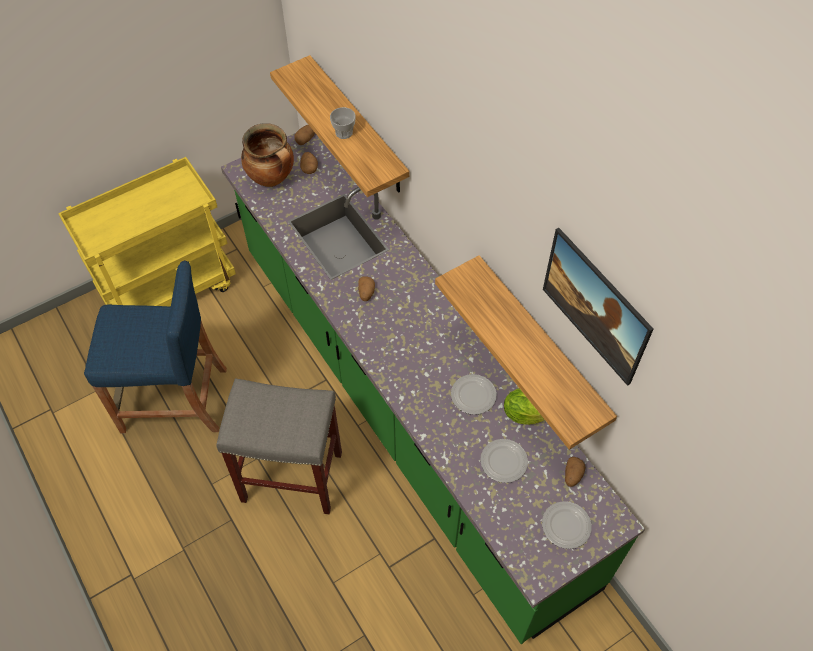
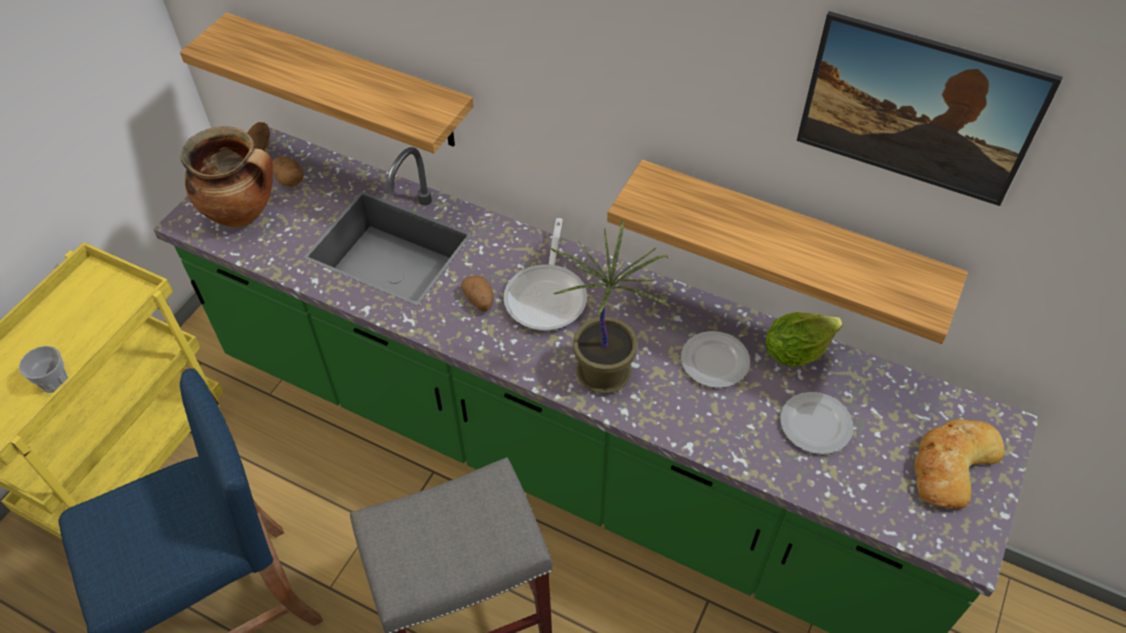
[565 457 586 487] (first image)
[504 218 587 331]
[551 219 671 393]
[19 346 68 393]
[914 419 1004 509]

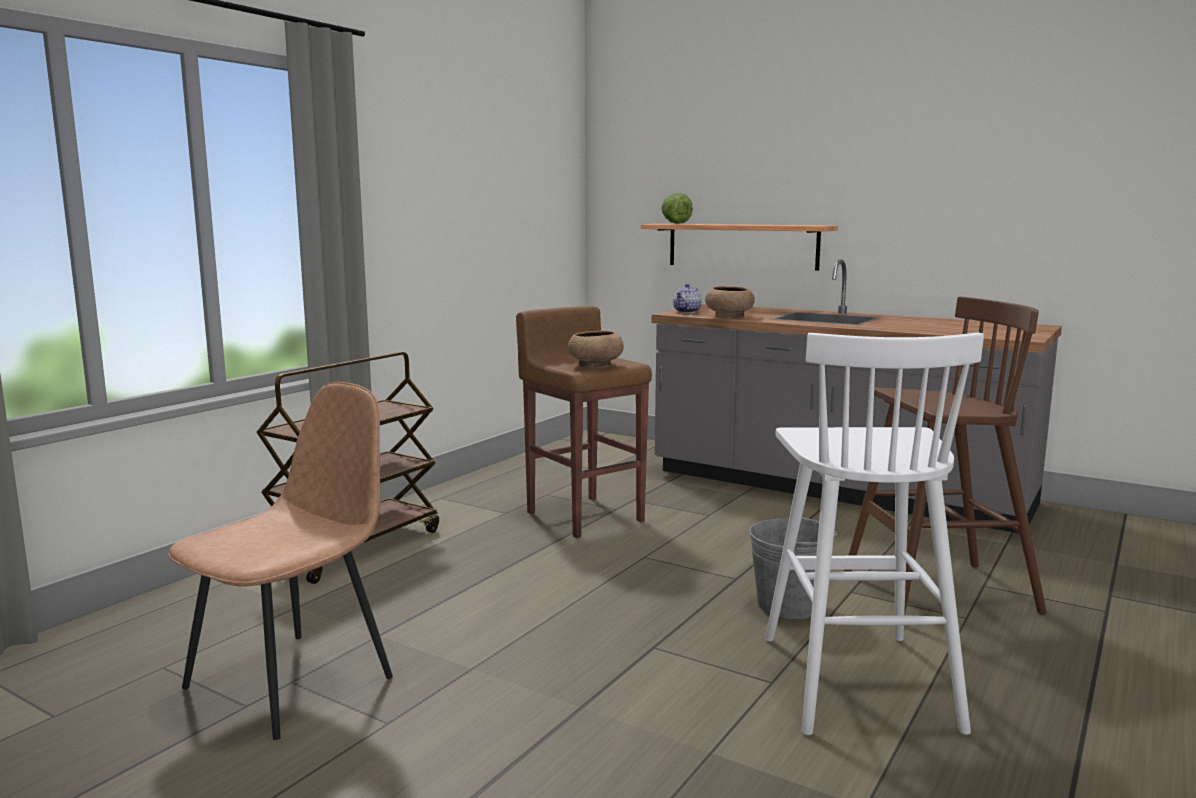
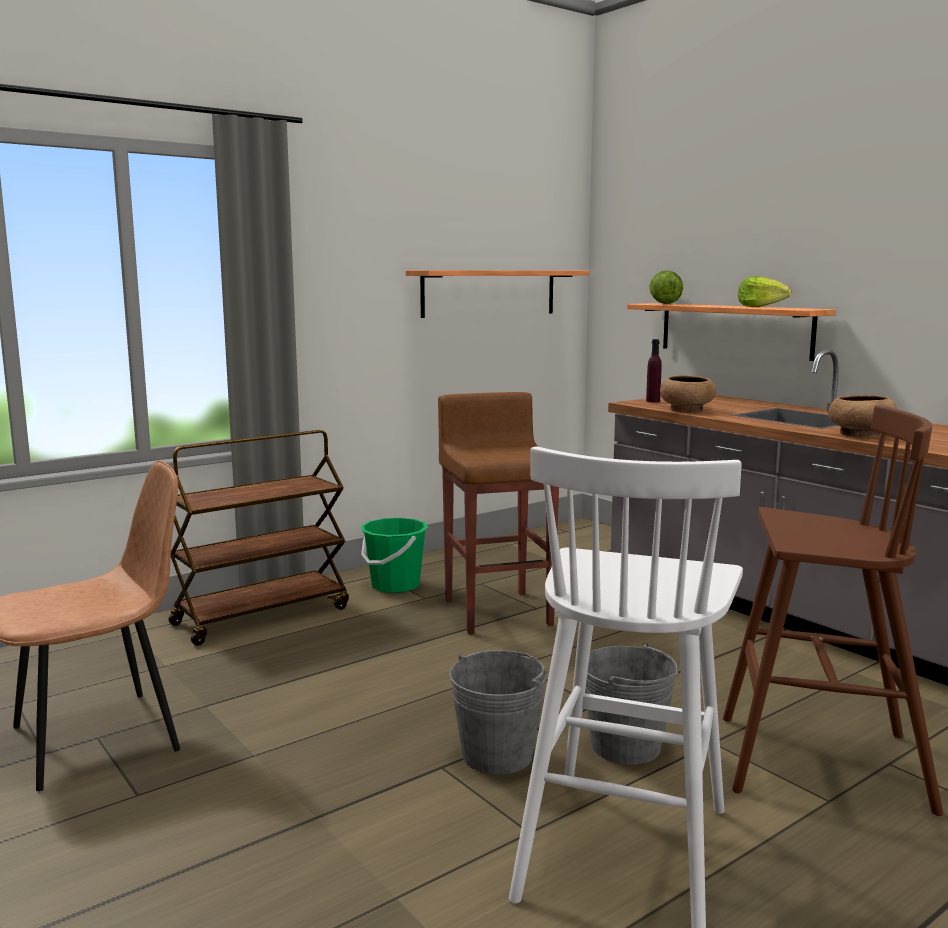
[361 518 428 593]
[406 270 589 318]
[449 650 547 775]
[738 276 791 307]
[828 395 897 438]
[646 339 662 403]

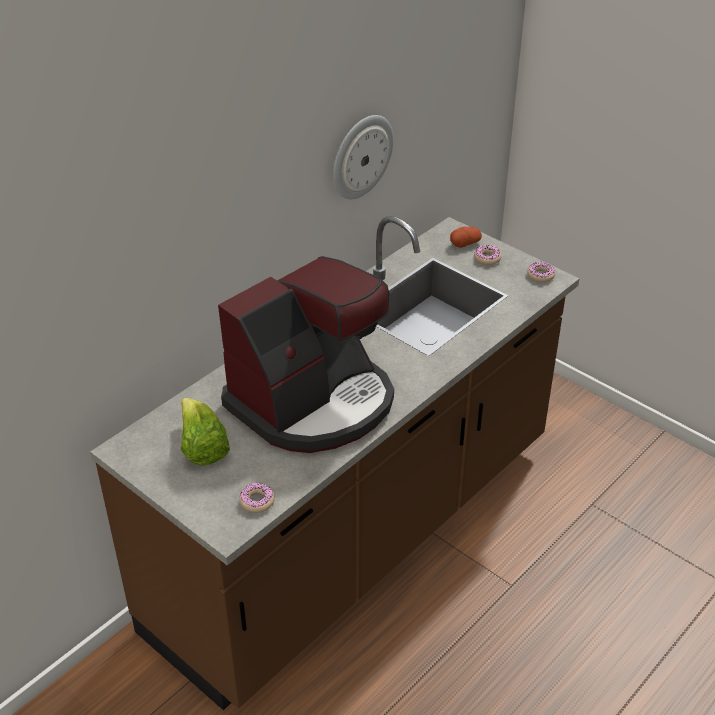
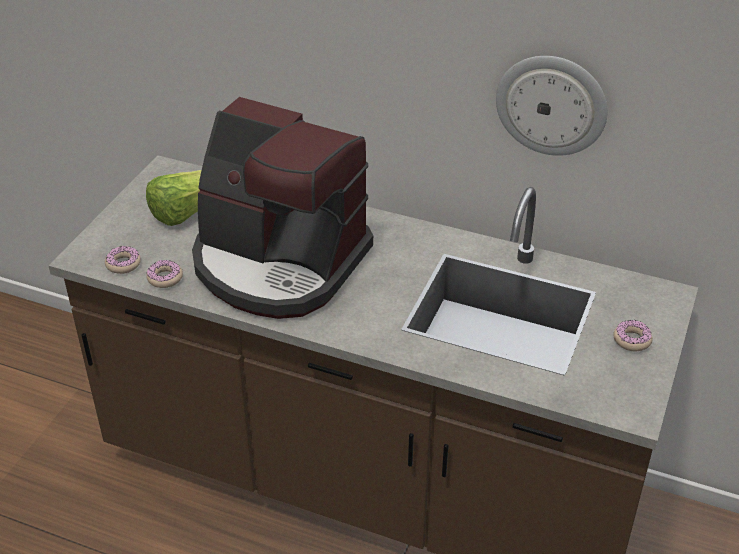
[450 227 482 248] (first image)
[146 260 183 288]

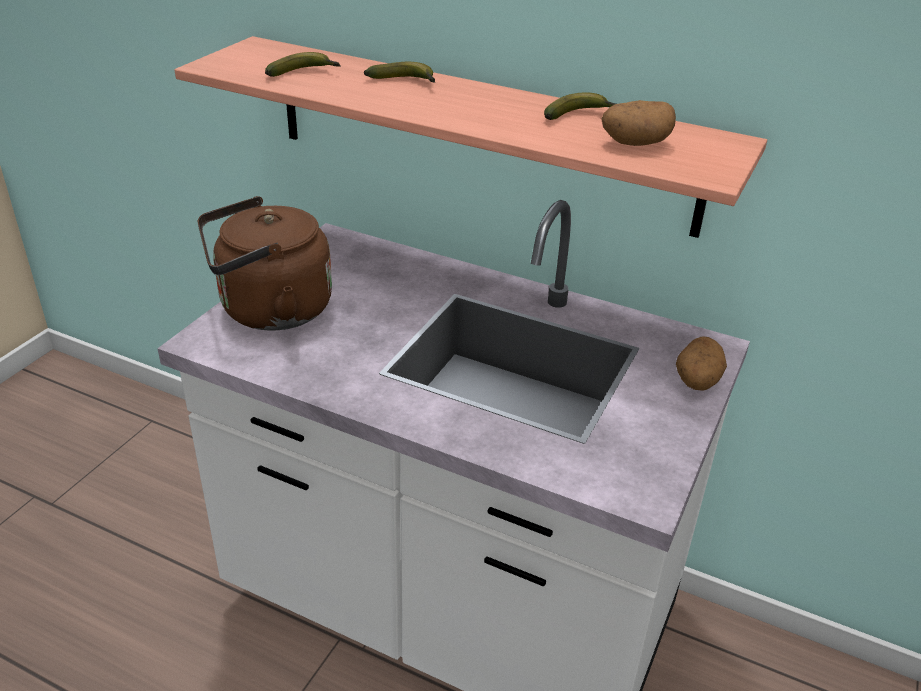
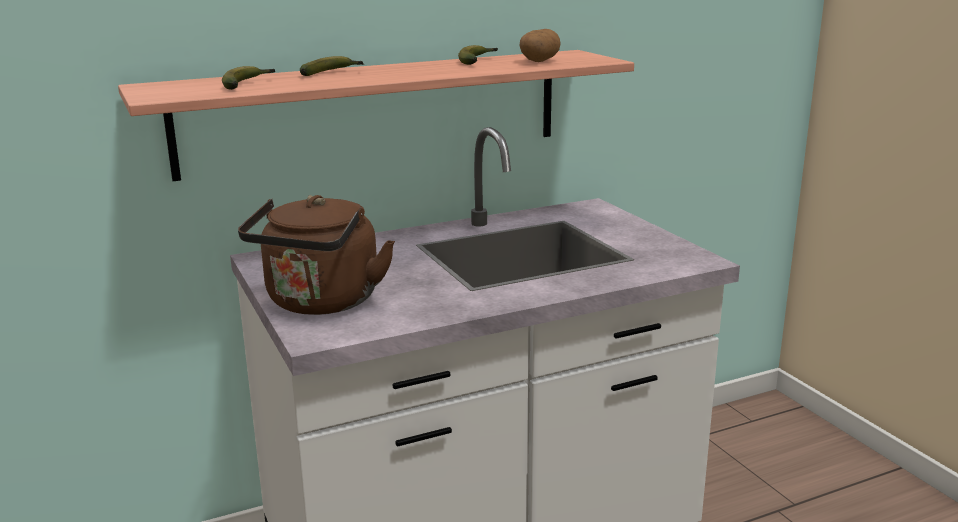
[676 336 727 391] (first image)

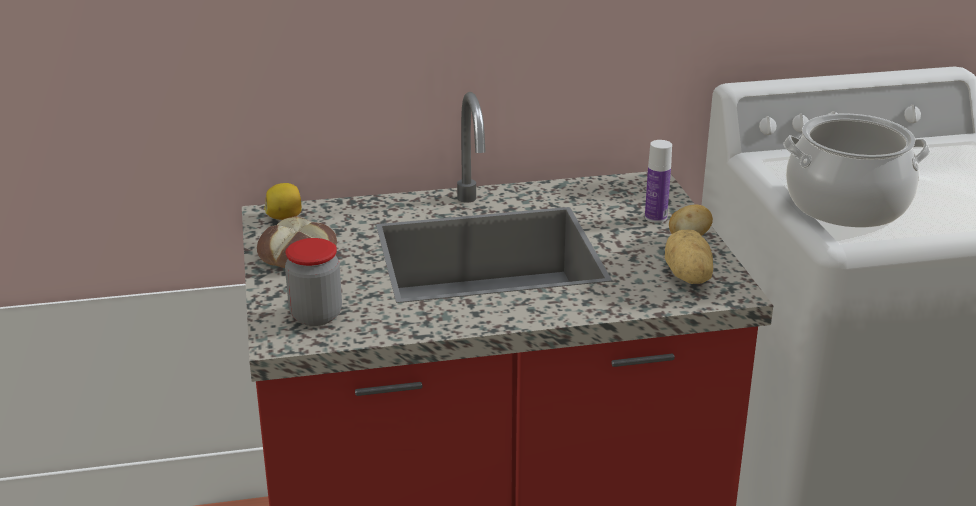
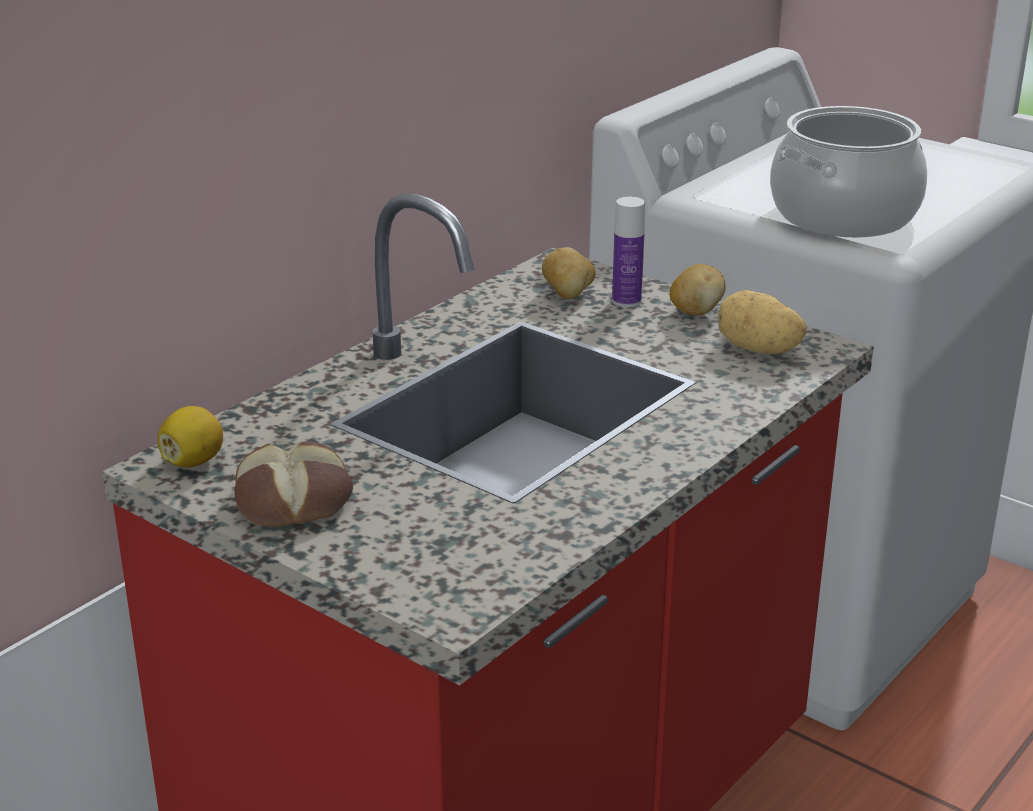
[285 238 342 326] (first image)
[542 247 595 299]

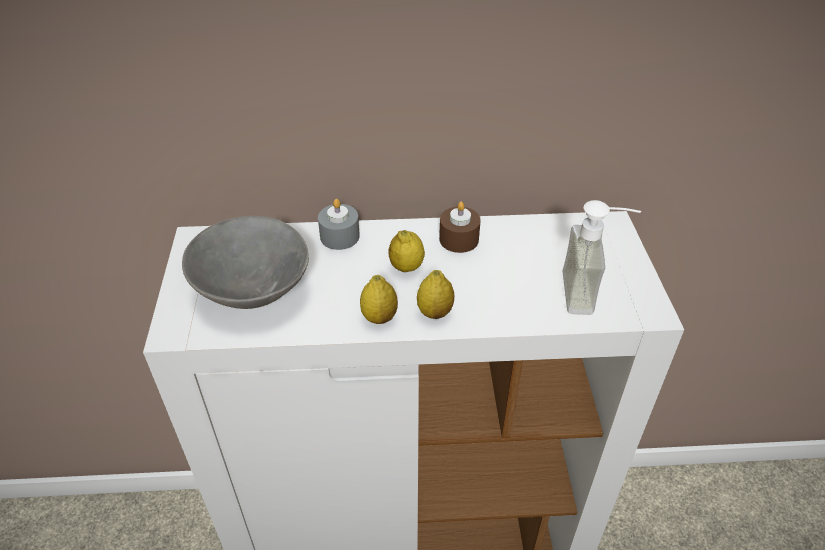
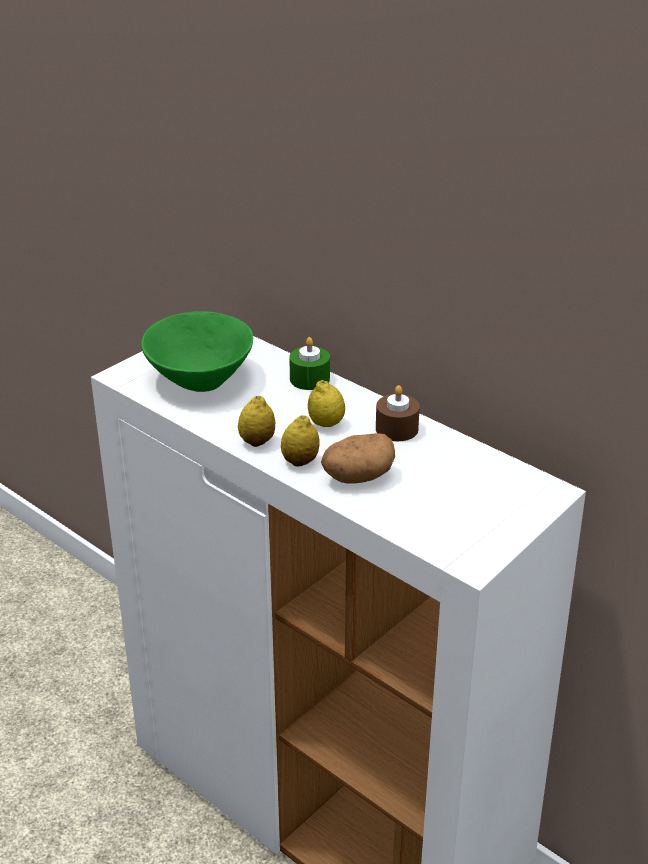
[563 200 641 315] (first image)
[321 433 395 484]
[141 311 253 392]
[289 337 330 390]

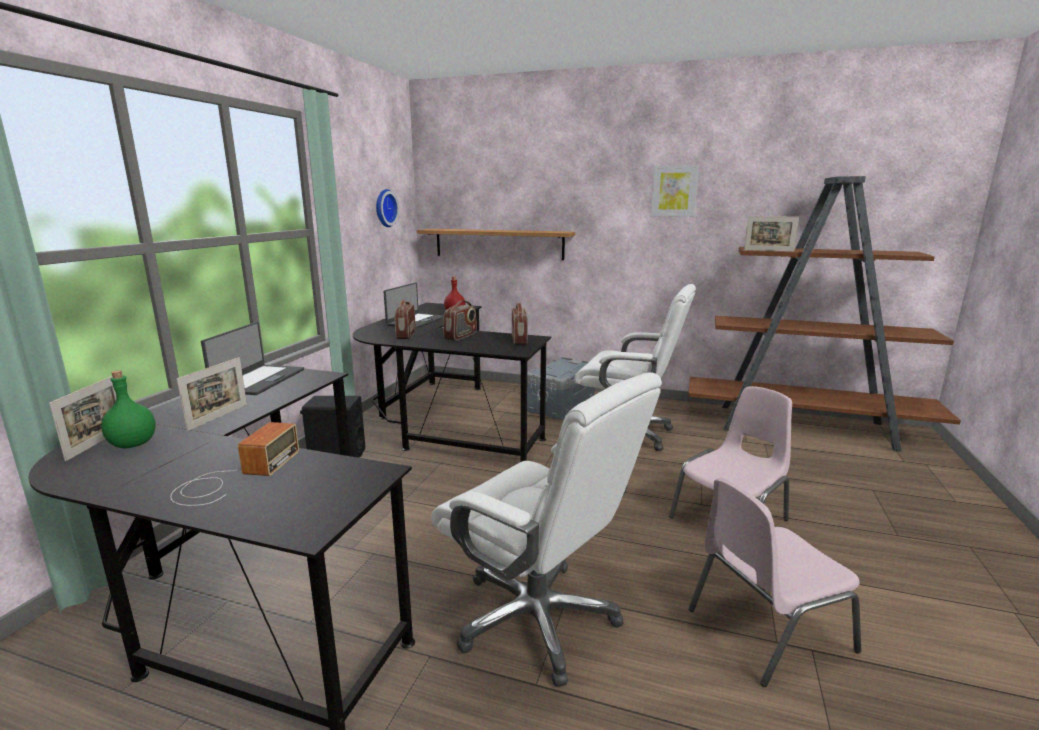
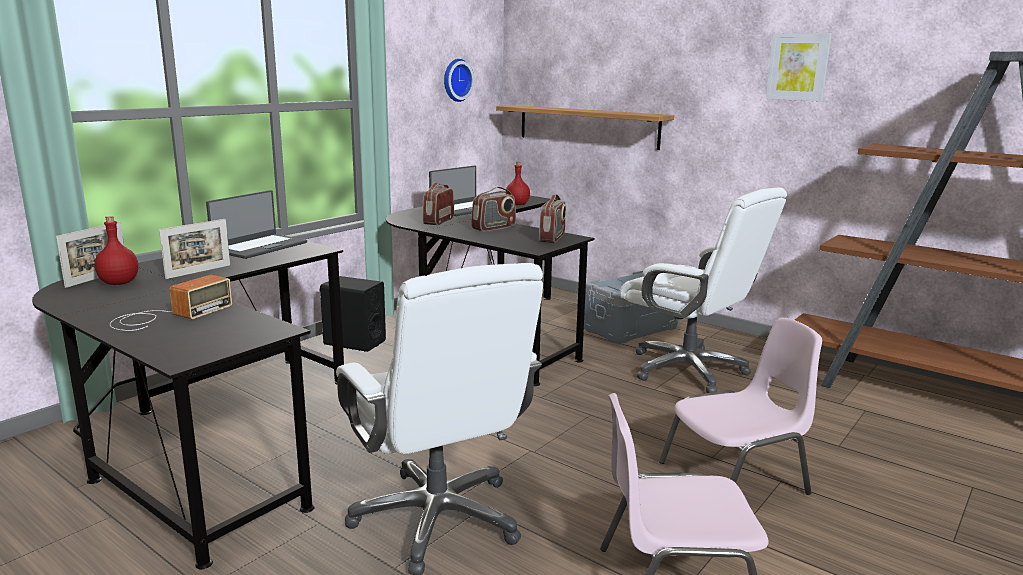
[744 216 799 252] (first image)
[95 216 139 285]

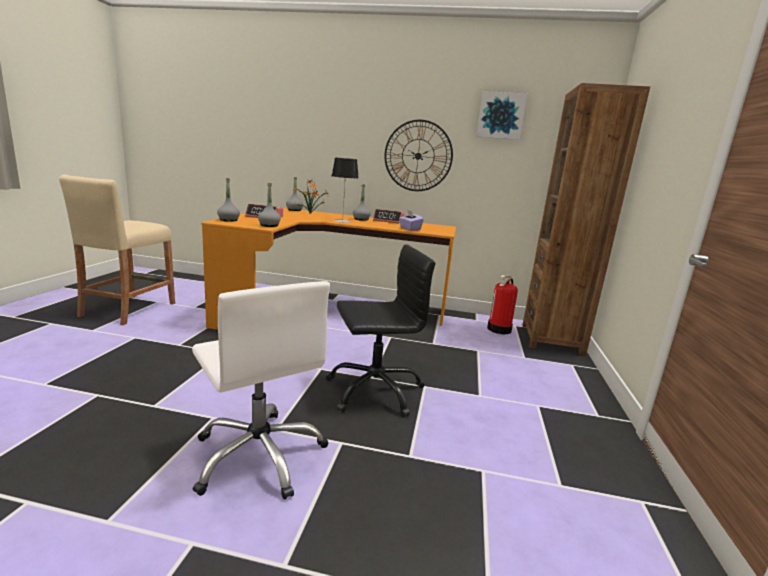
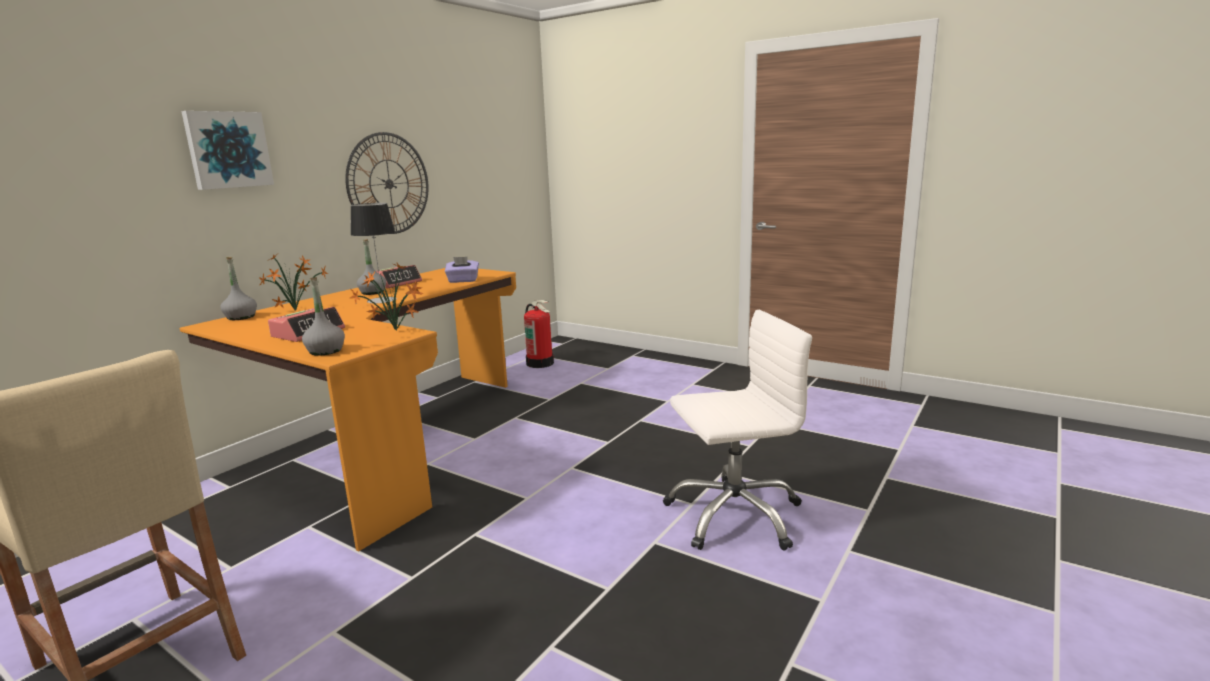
[326 244 436 417] (first image)
[522 83 650 356] (first image)
[181 111 274 190]
[350 263 424 331]

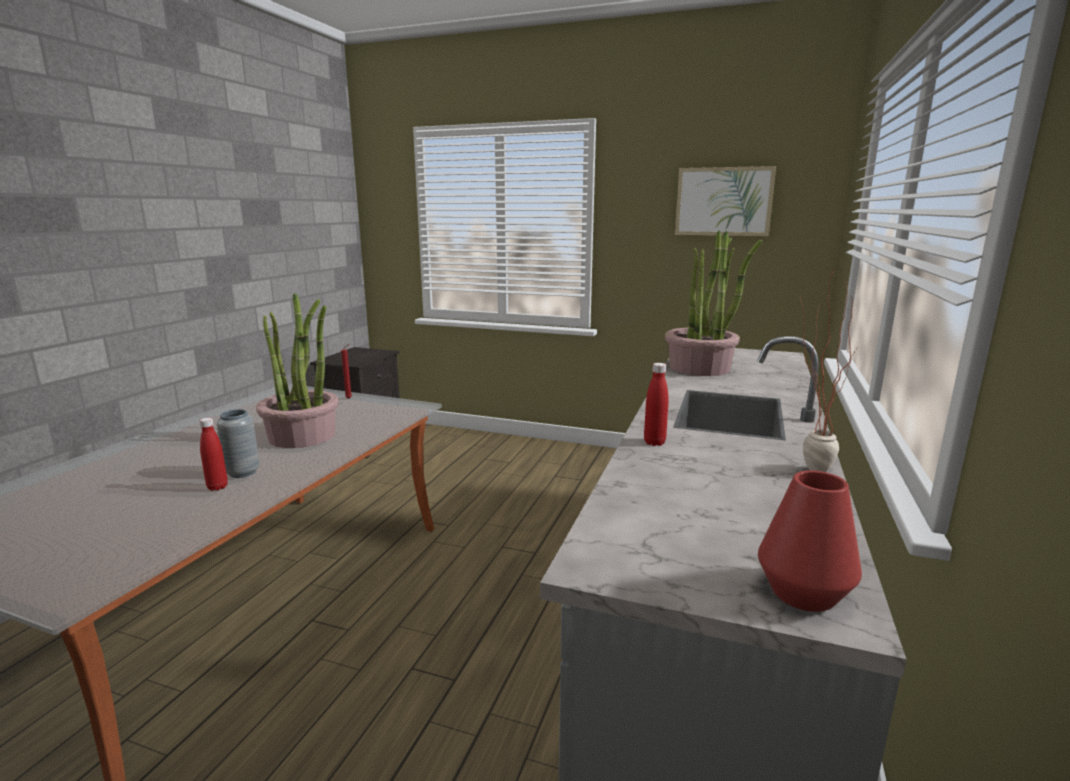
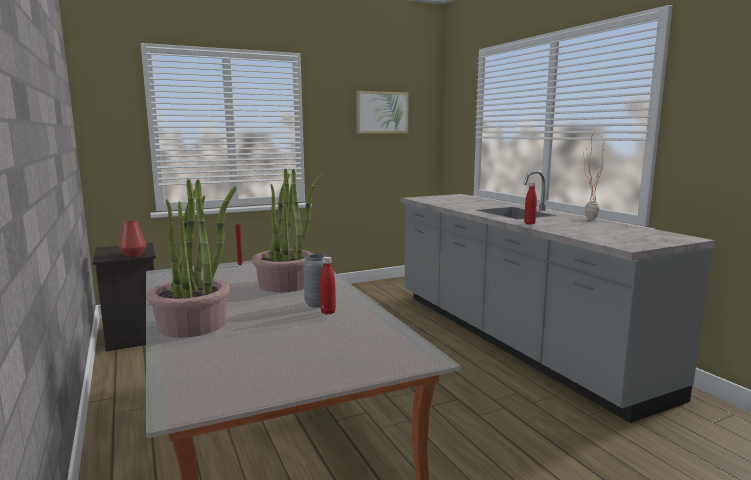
[147 179 237 338]
[118 221 147 257]

